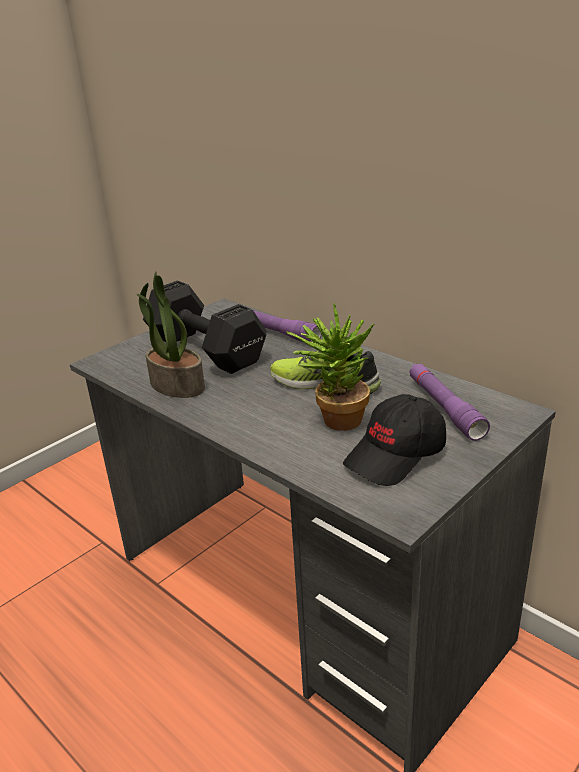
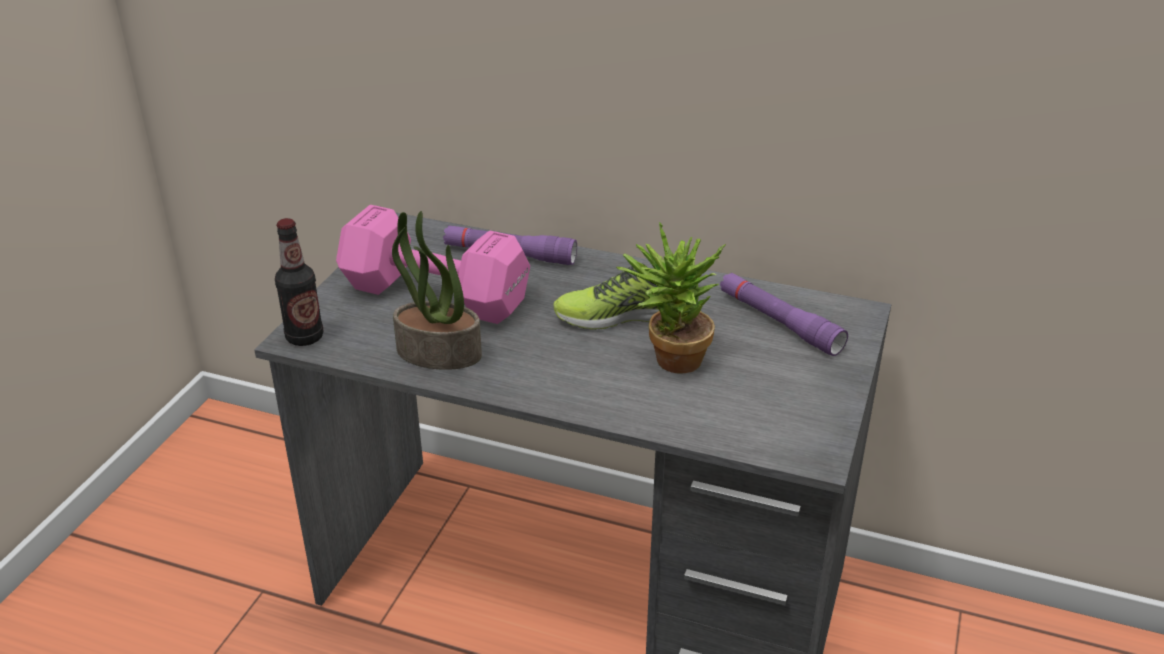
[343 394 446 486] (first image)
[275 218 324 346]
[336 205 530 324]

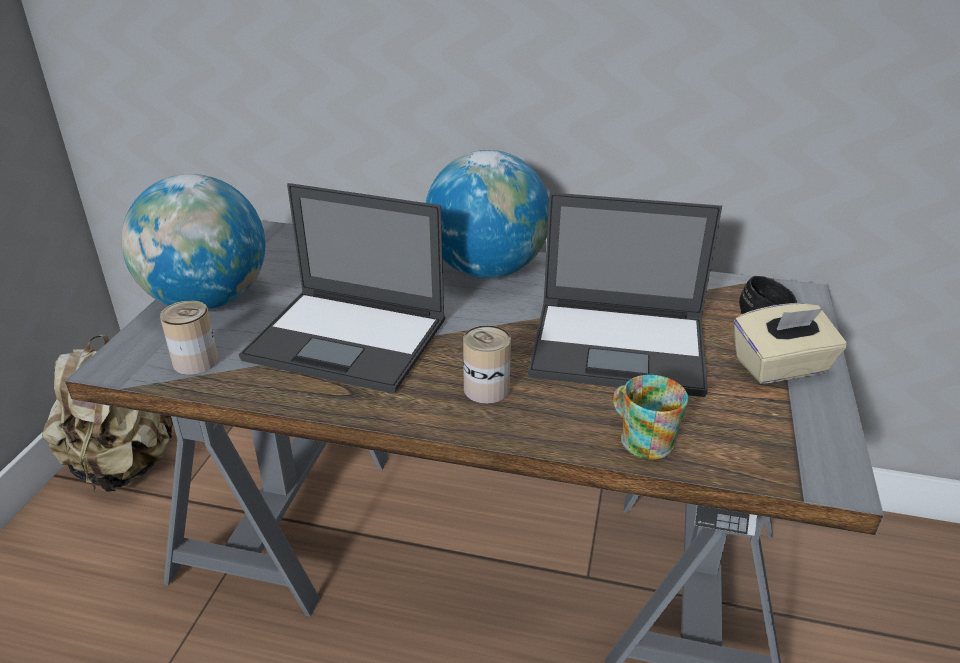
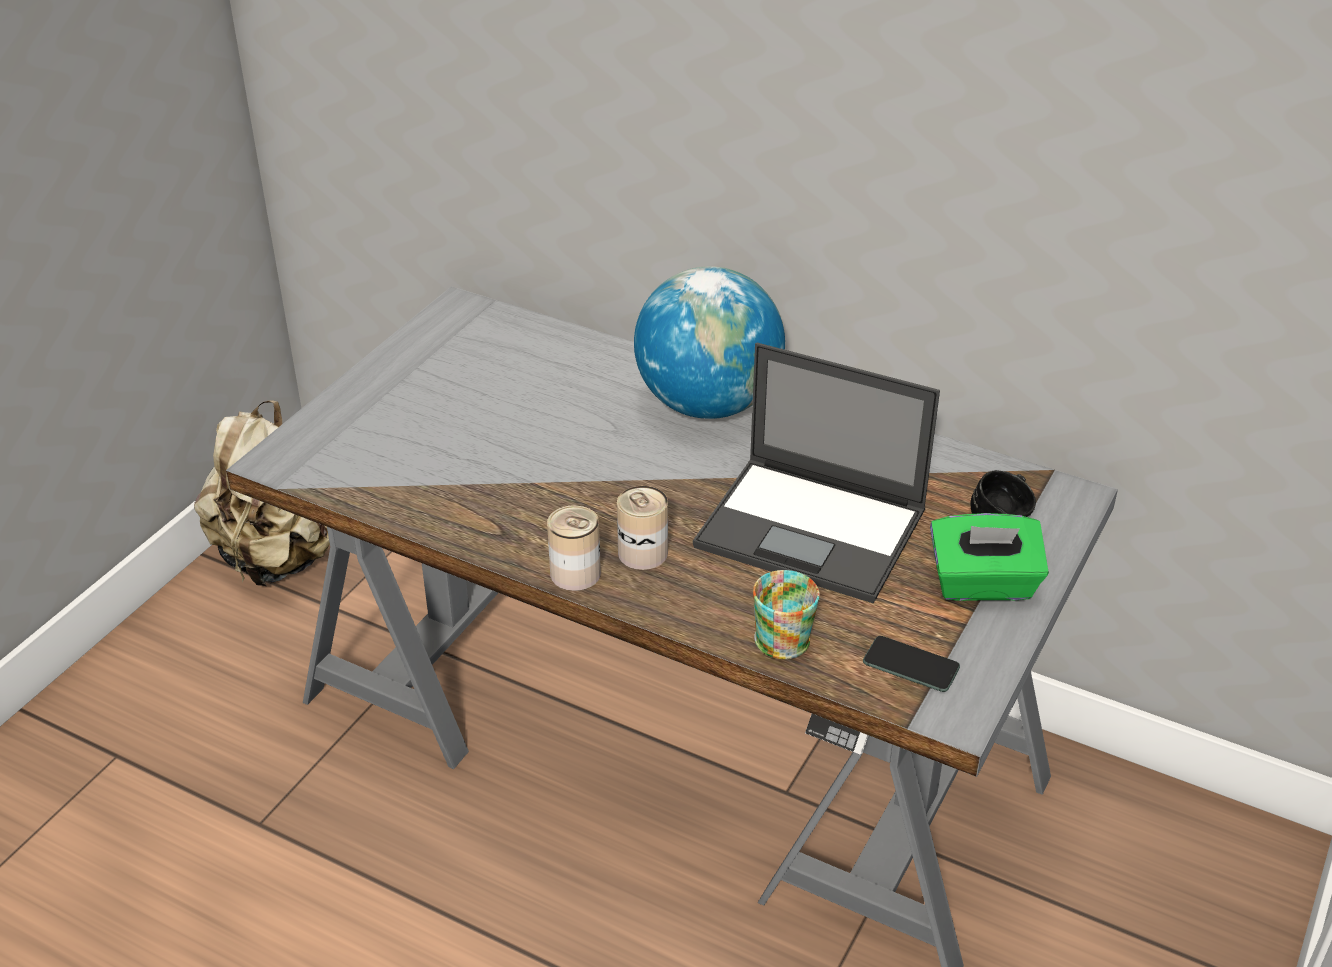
[121 174 265 310] (first image)
[239 183 445 394] (first image)
[863 636 960 692]
[547 505 601 591]
[930 513 1049 601]

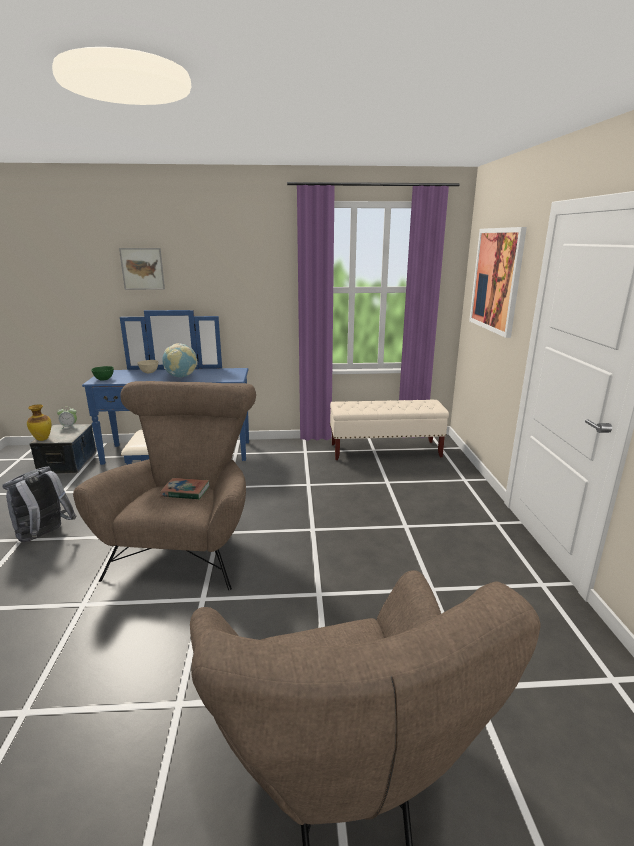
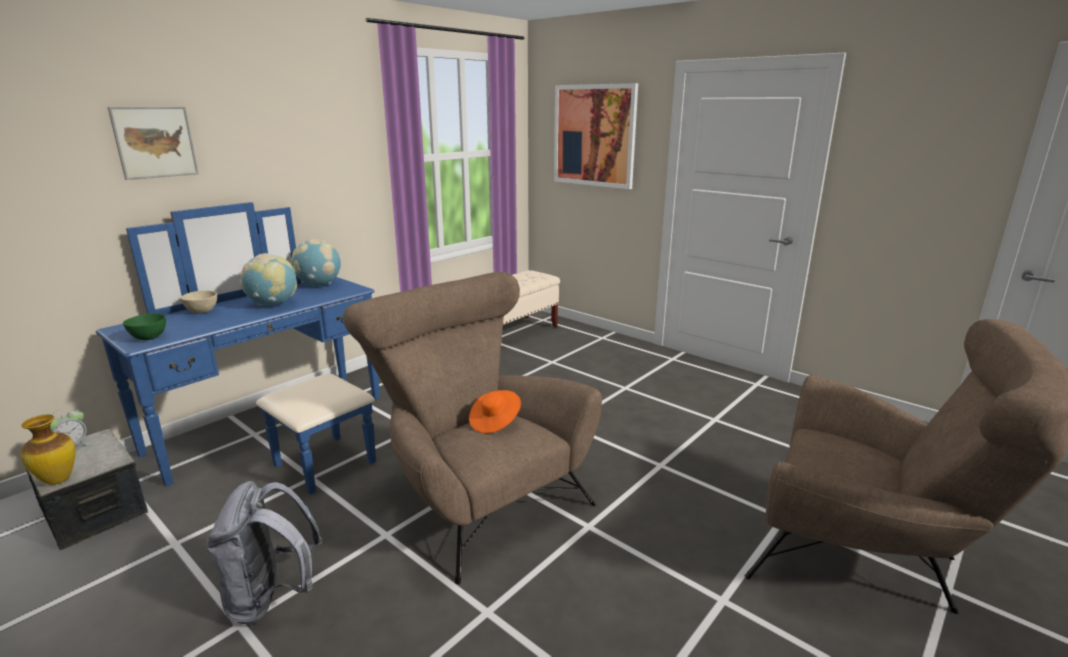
[291 239 341 287]
[469 390 521 433]

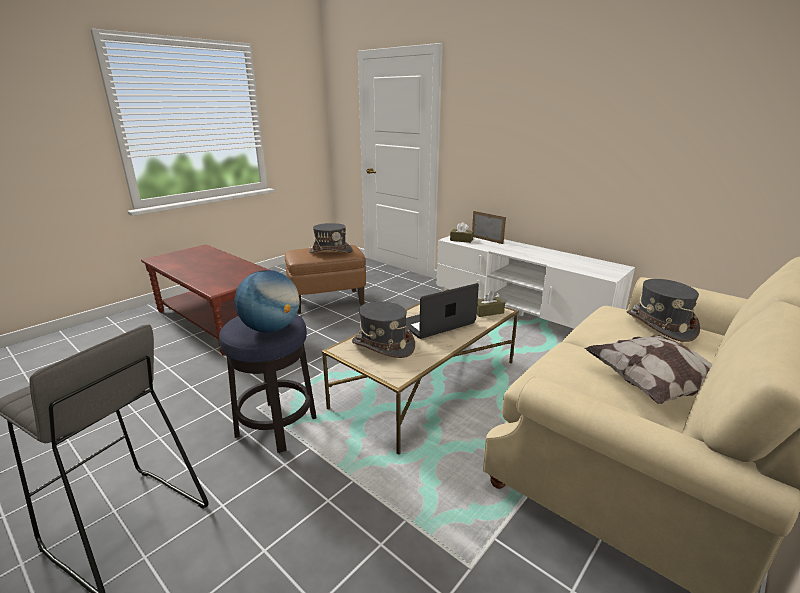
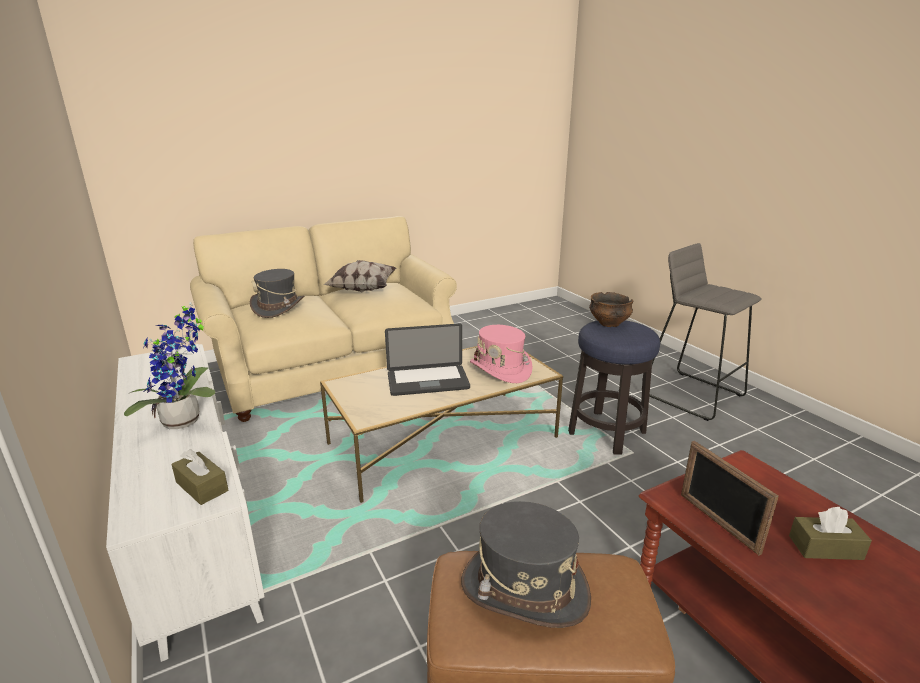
[124 302 215 429]
[681 441 779 555]
[789 507 872 560]
[589 292 633 327]
[470 325 533 383]

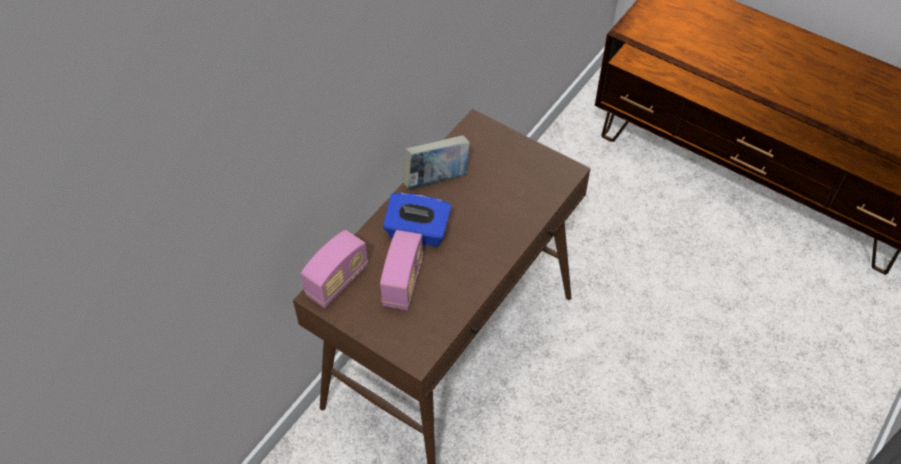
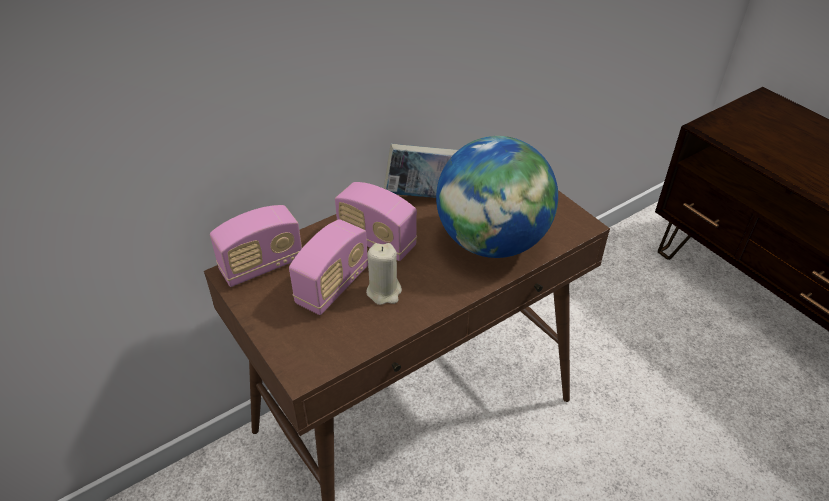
[366 243 402 305]
[436 136 558 258]
[335 182 417 261]

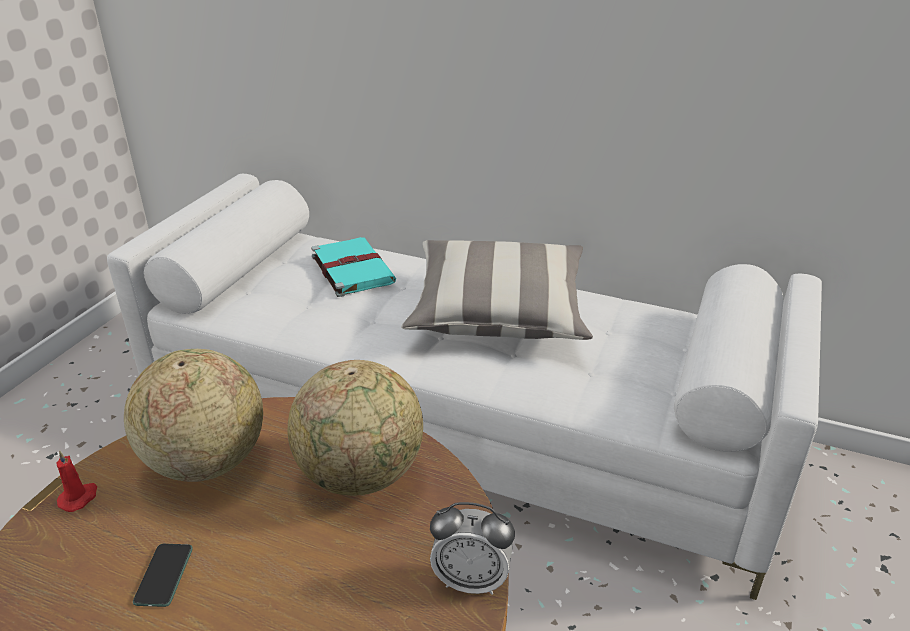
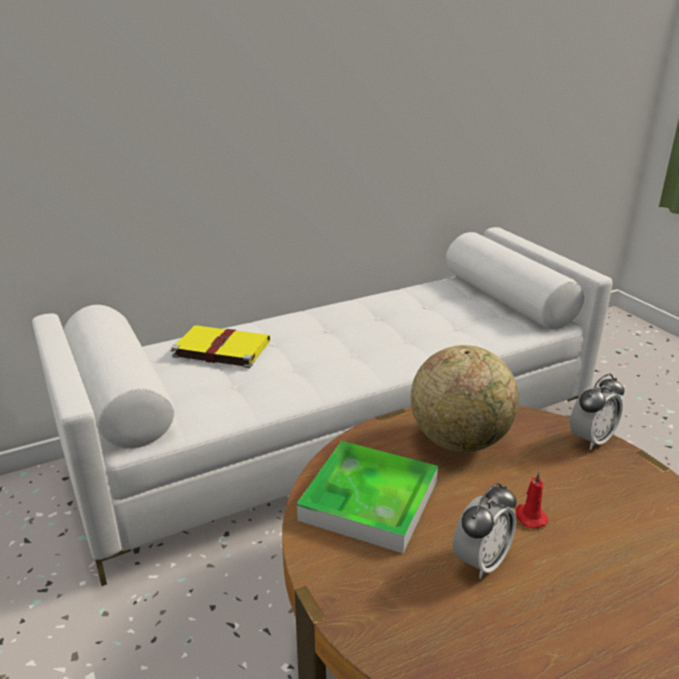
[401 240 593 340] (first image)
[515 472 548 529]
[297 441 438 553]
[453 483 517 579]
[171 325 270 368]

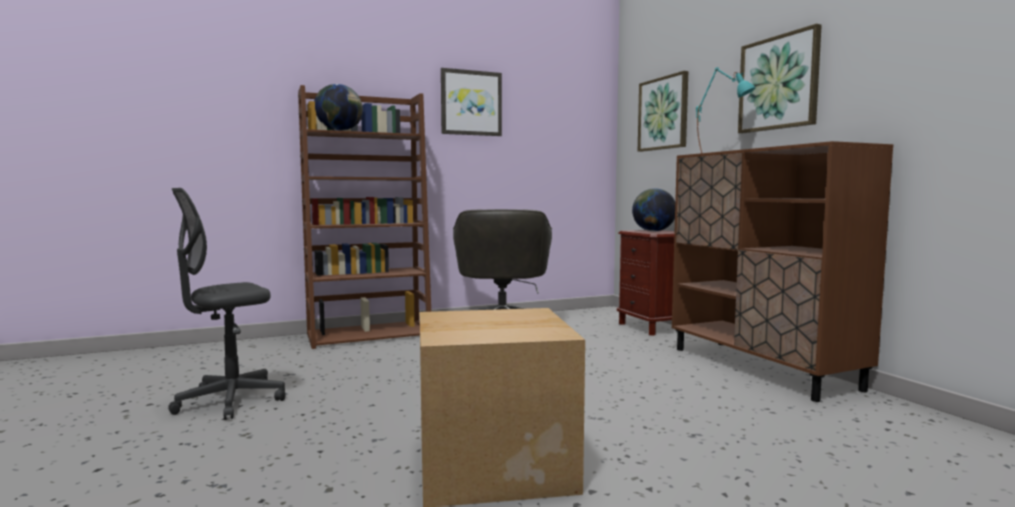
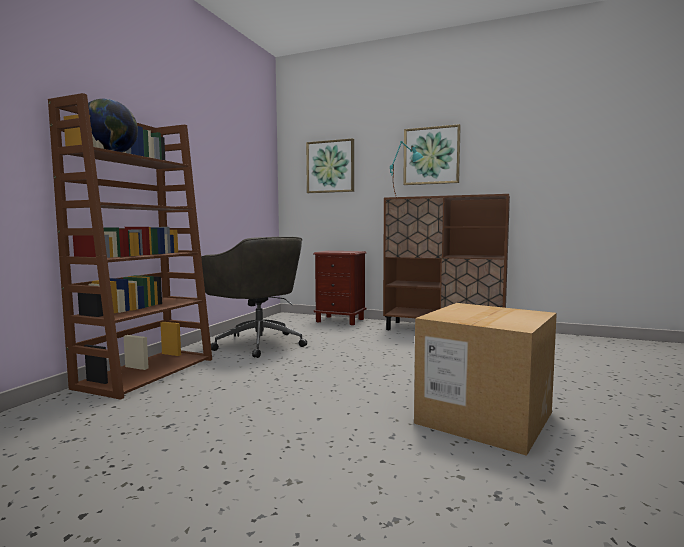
[168 188 286 420] (first image)
[441 68 502 136] (first image)
[632 188 675 231] (first image)

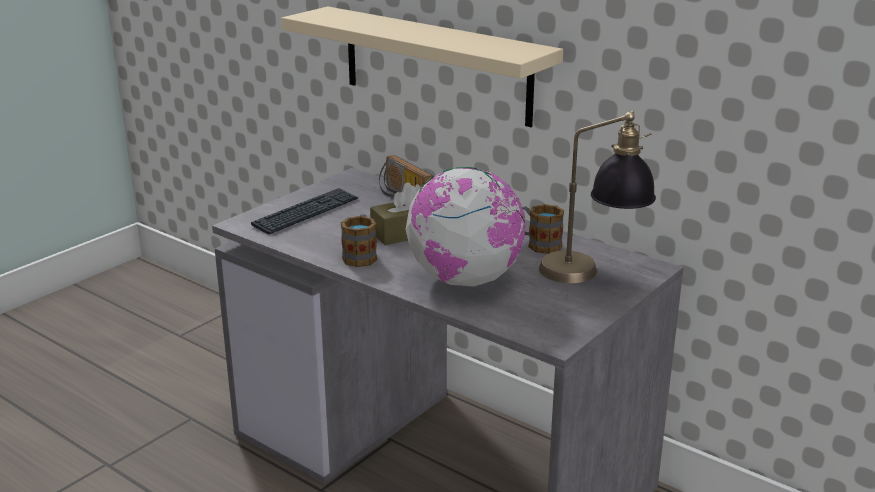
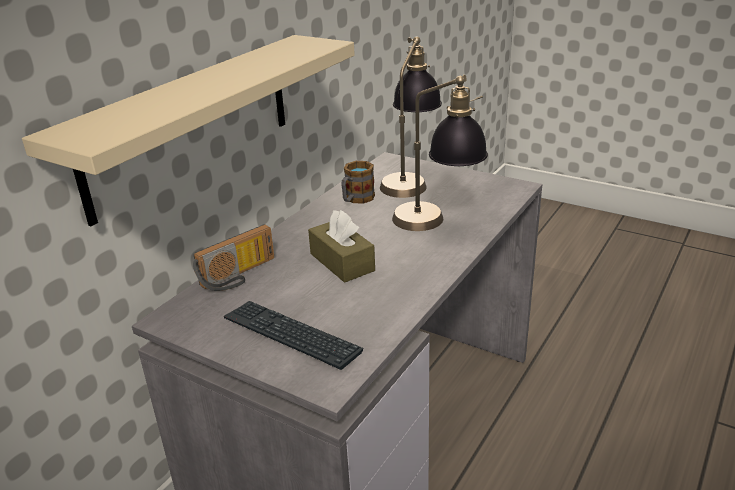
[341 214 377 267] (first image)
[392 74 488 231]

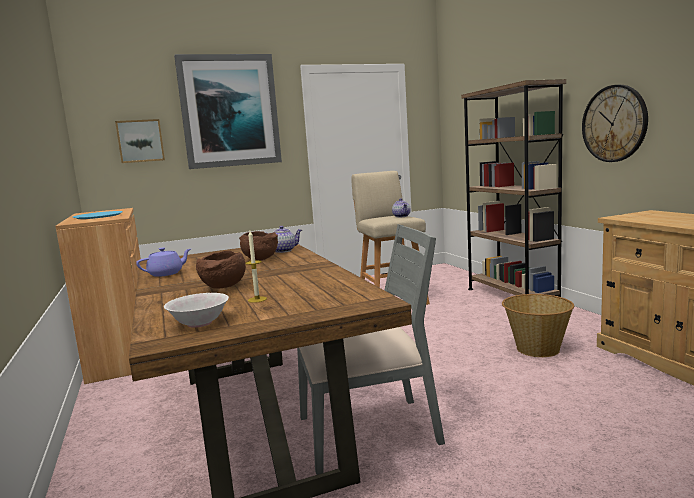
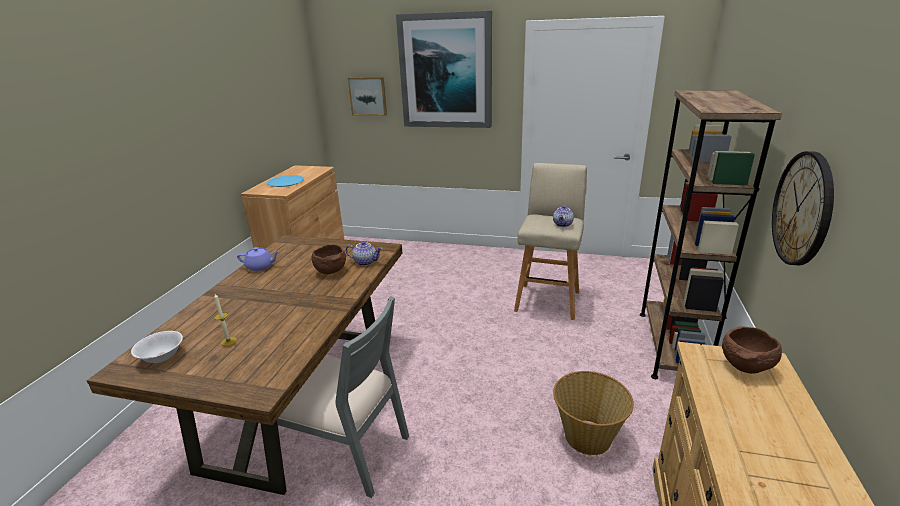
[722 326 782 374]

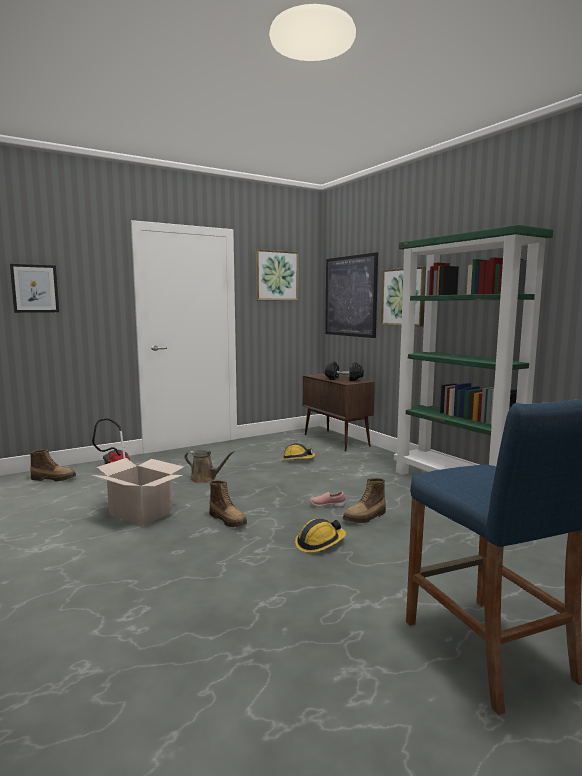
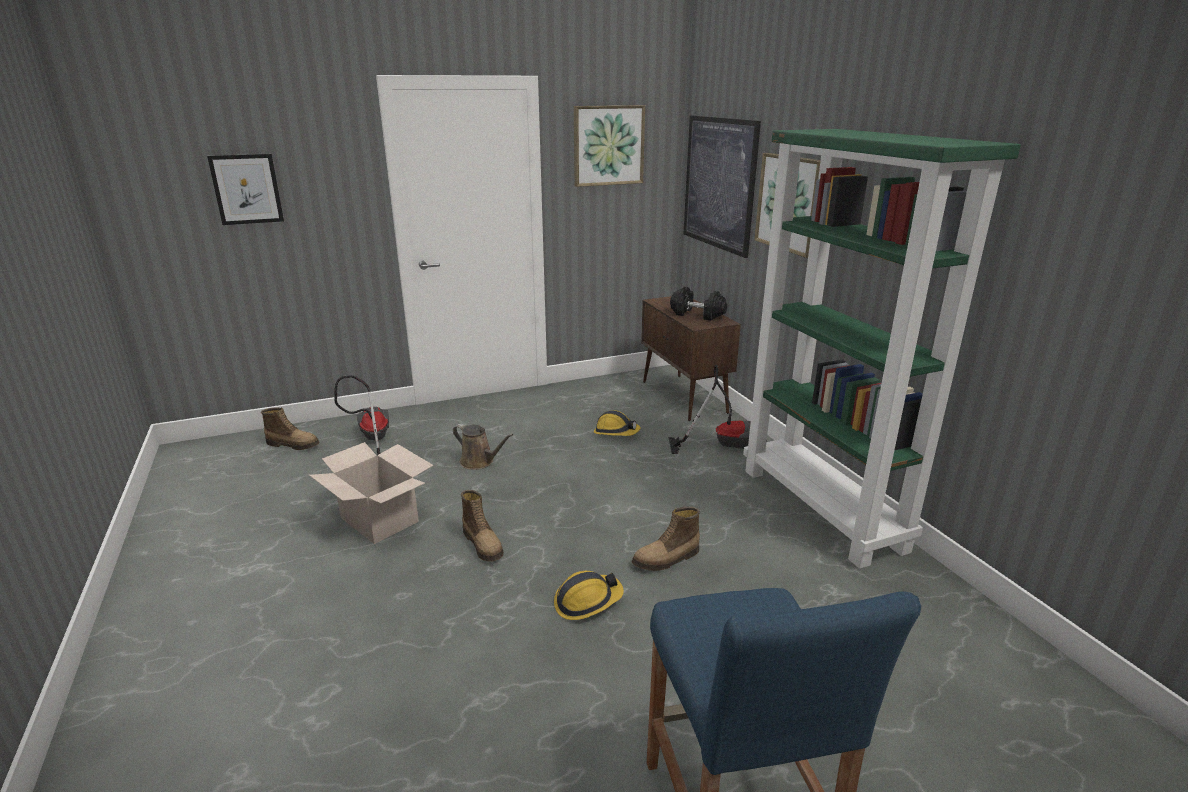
[310 492 345 507] (first image)
[668 365 751 454]

